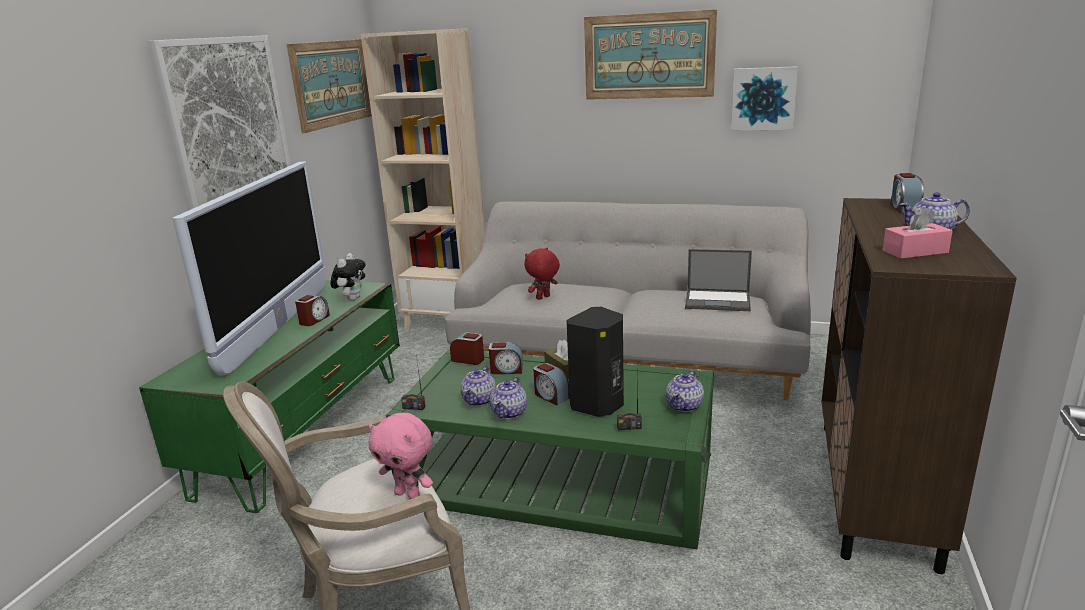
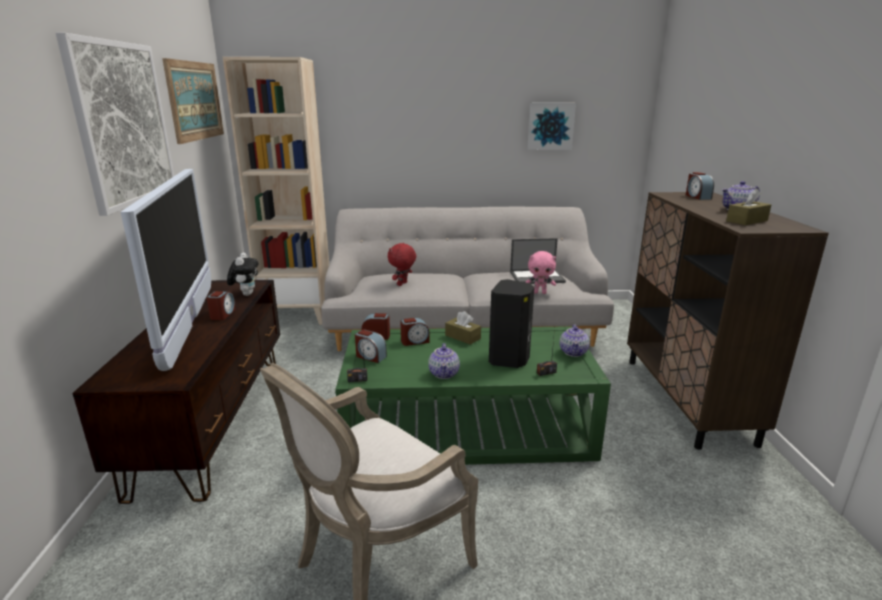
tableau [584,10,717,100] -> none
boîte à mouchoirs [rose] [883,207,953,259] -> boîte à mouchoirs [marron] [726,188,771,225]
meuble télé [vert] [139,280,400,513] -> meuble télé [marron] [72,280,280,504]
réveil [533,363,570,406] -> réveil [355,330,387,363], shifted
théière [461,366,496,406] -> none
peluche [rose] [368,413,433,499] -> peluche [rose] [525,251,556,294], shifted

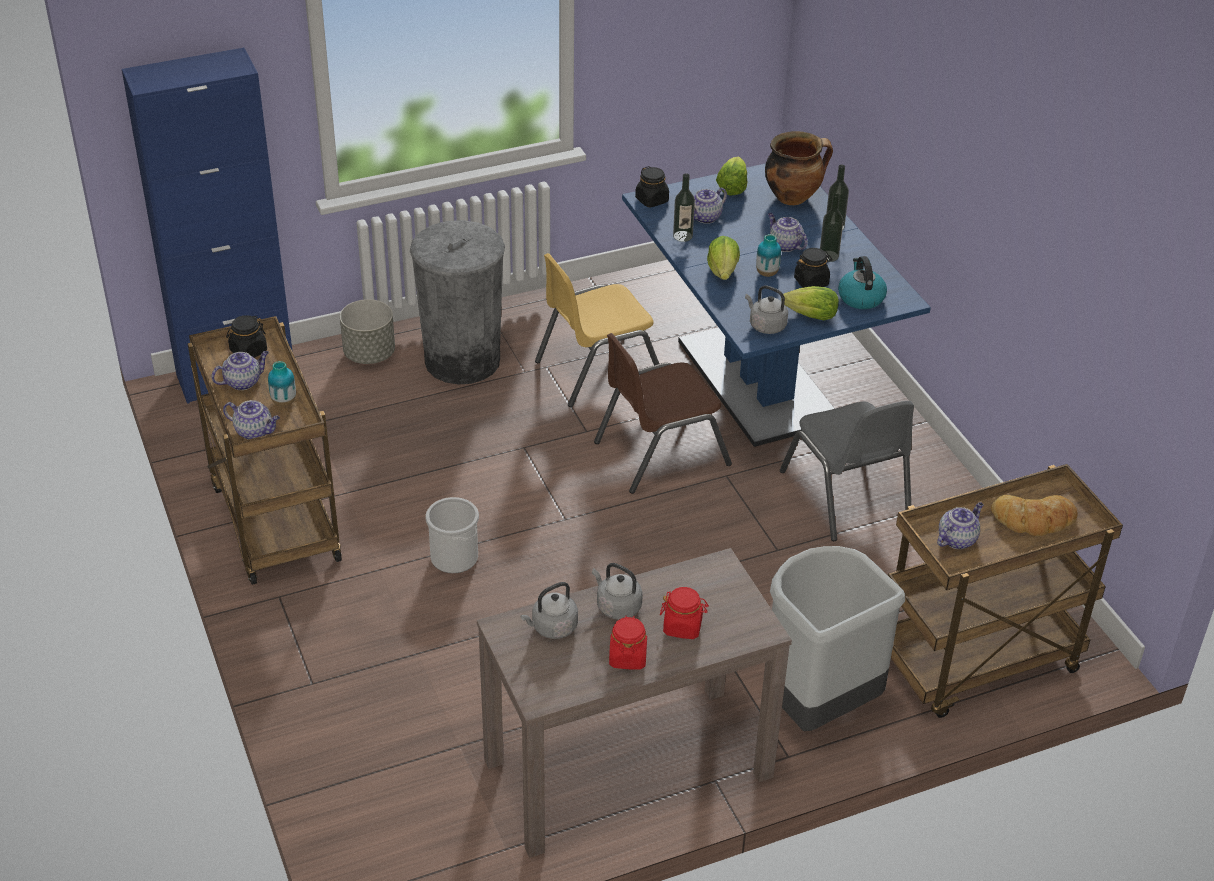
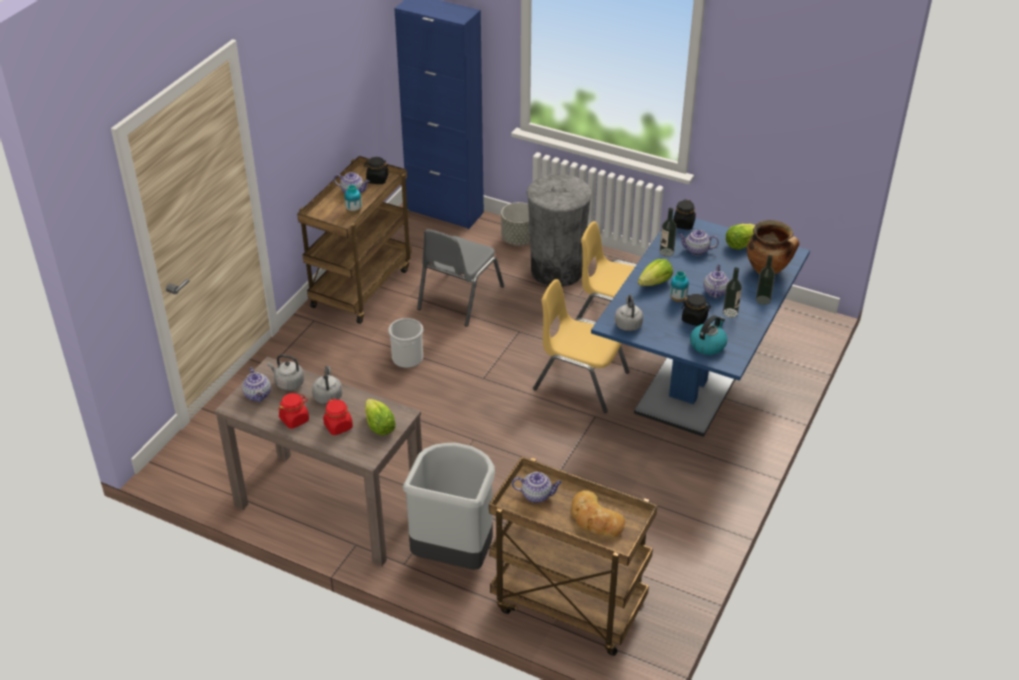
laitue [781,286,839,320] -> laitue [365,399,396,436], shifted
chaise [marron] [594,333,732,494] -> chaise [jaune] [533,279,629,413]
théière [223,400,280,439] -> théière [242,367,271,402], shifted
chaise [gris] [780,401,914,541] -> chaise [gris] [417,229,504,327], shifted

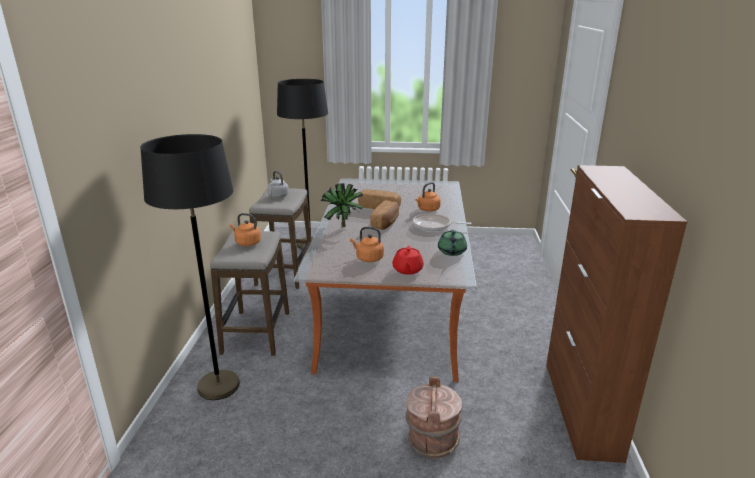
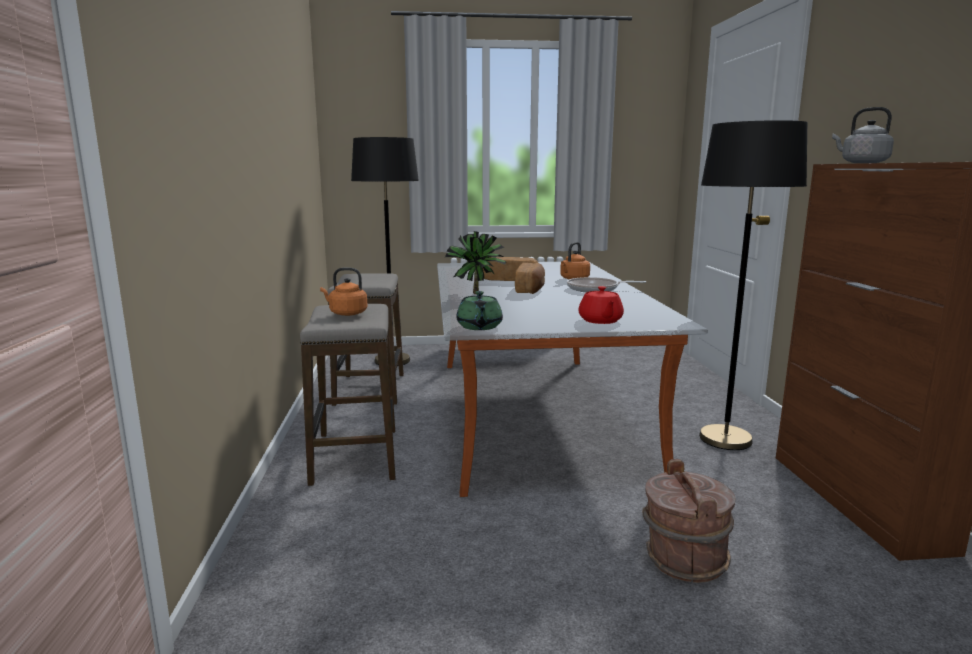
lampadaire [noir] [140,134,240,400] -> lampadaire [noir] [699,120,808,450], shifted
bouilloire [gris] [267,171,289,198] -> bouilloire [gris] [832,107,894,163], shifted
bouilloire [orange] [350,227,384,262] -> none
théière [vert] [438,230,467,256] -> théière [vert] [456,291,503,330], shifted

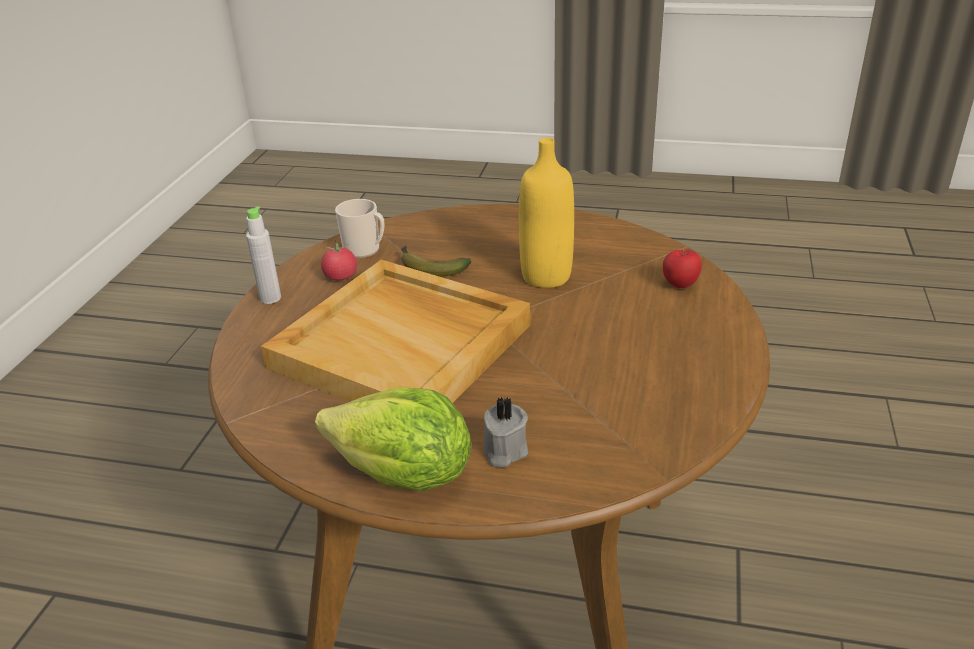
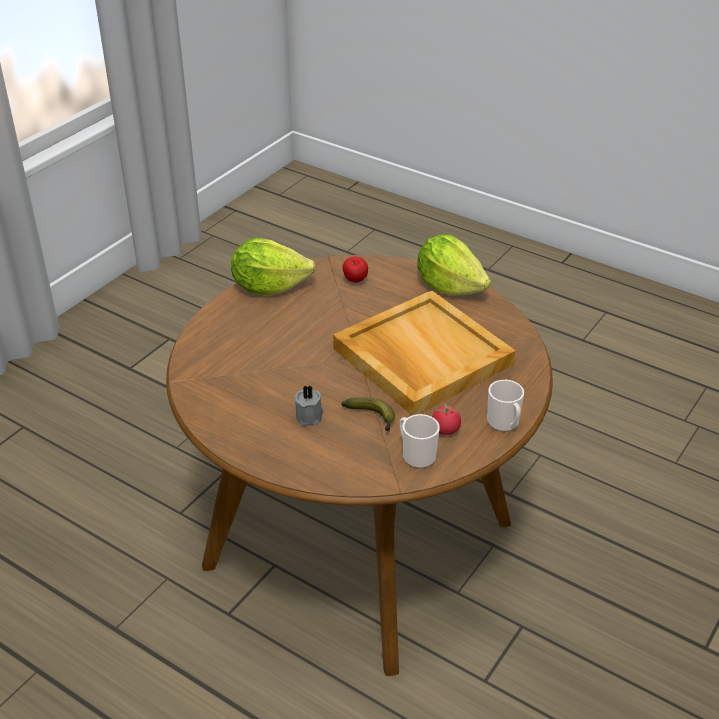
bouteille [jaune] [519,137,574,288] -> none
bouteille [gris] [246,206,281,304] -> mug [487,380,524,432]
pomme [663,249,702,288] -> pomme [342,257,368,283], shifted
bougie [gris] [483,397,528,468] -> bougie [gris] [294,385,323,426], shifted
none -> laitue [231,238,316,295]

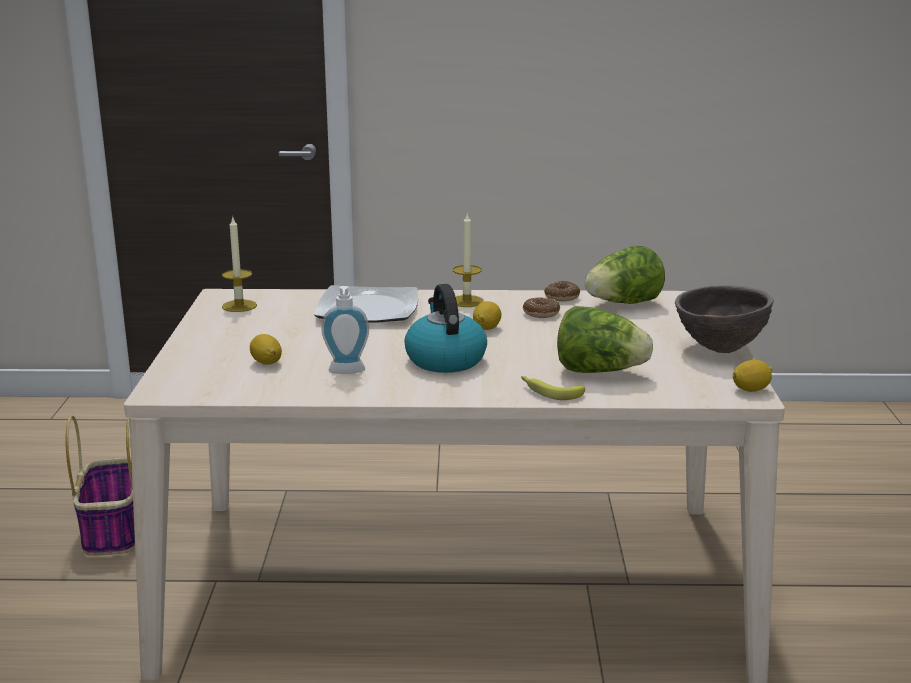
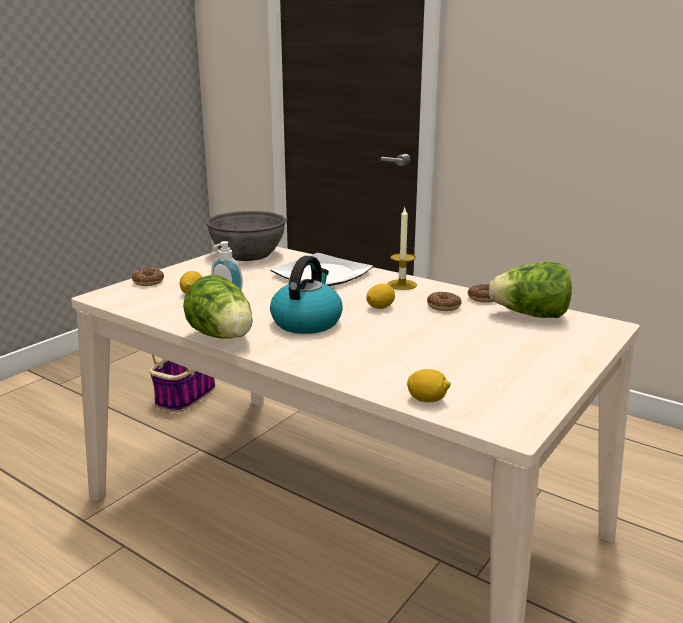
bougie [222,218,257,312] -> bol [gris] [206,211,286,261]
bol [marron] [675,285,774,353] -> none
laitue [557,306,653,373] -> laitue [183,275,253,339], shifted
citron [733,360,772,392] -> citron [407,369,451,402], shifted
banane [521,376,585,400] -> none
none -> beignet [132,268,164,286]

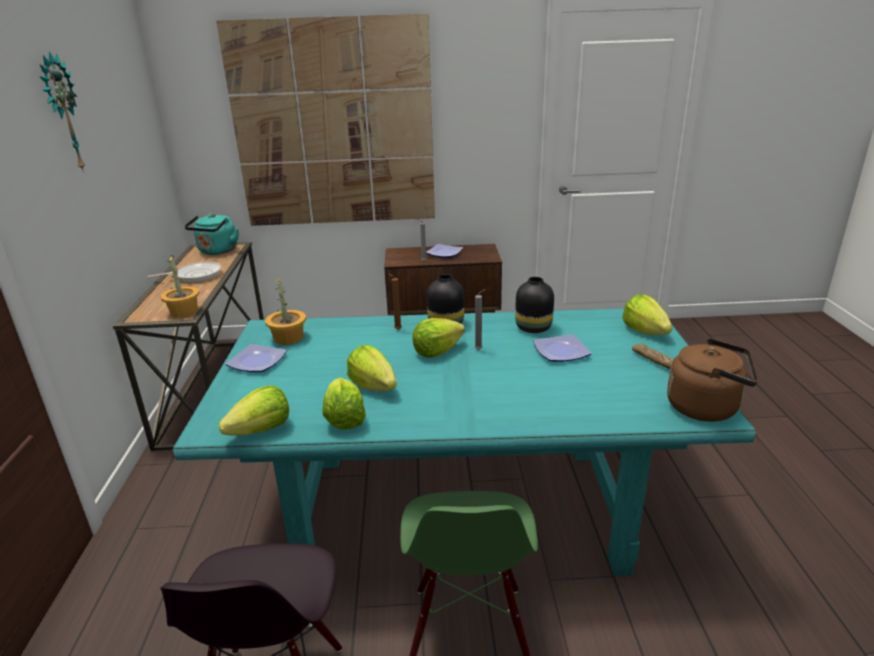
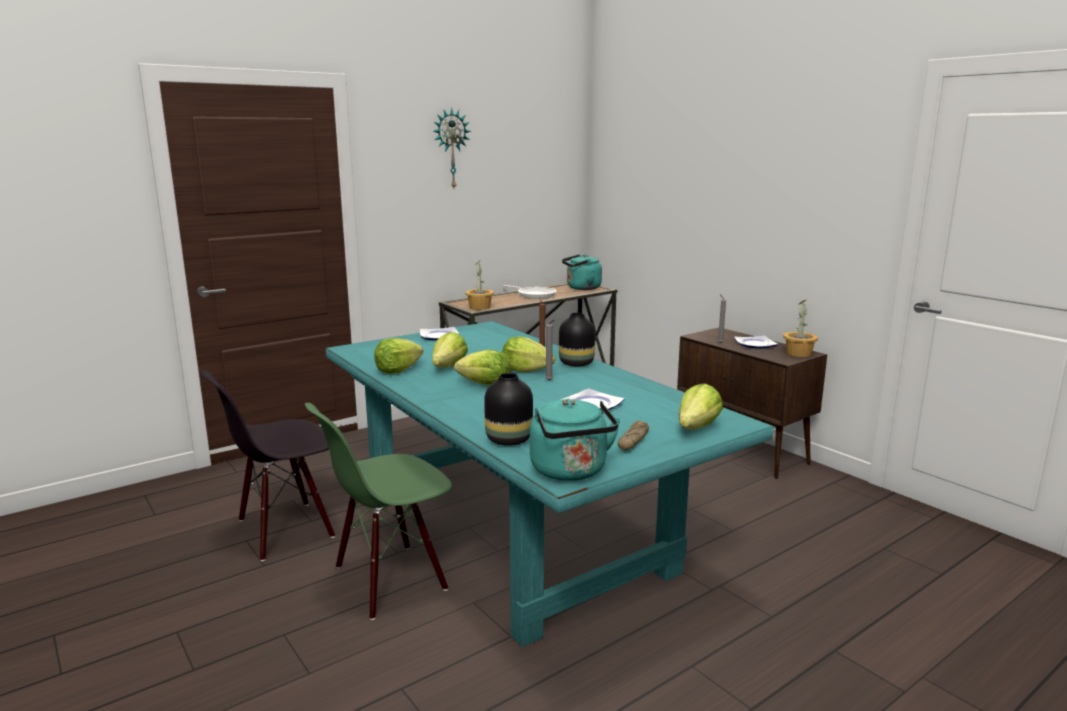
tableau [216,14,435,226] -> none
plante en pot [265,277,306,345] -> plante en pot [783,300,818,357], shifted
vase [noir] [515,277,554,333] -> vase [noir] [484,373,533,446], shifted
bouilloire [marron] [667,338,758,422] -> bouilloire [turquoise] [530,399,621,481]
laitue [219,385,289,435] -> laitue [454,350,511,385], shifted

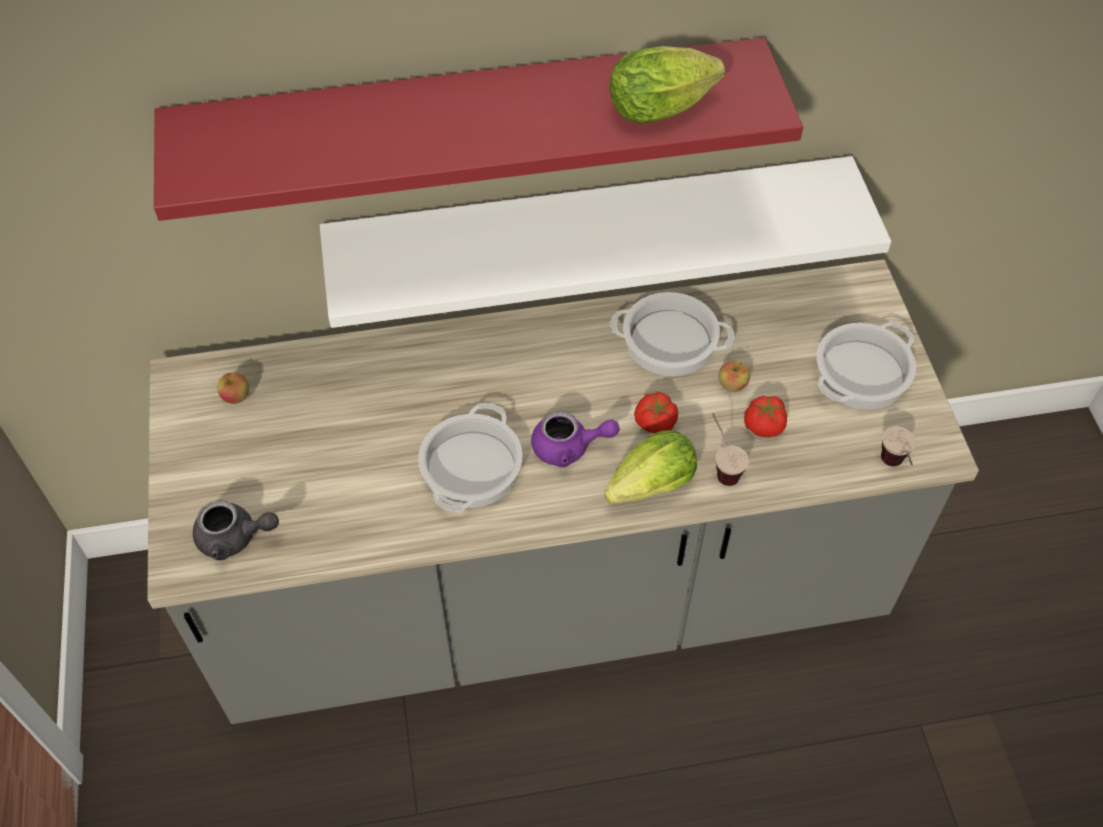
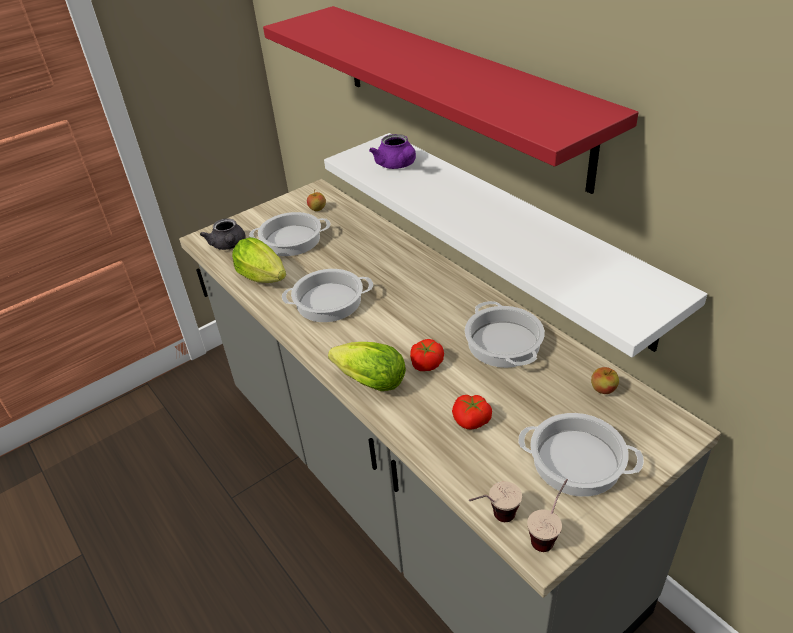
laitue [609,46,725,124] -> laitue [232,237,286,283], shifted
pomme [718,361,750,392] -> pomme [591,367,619,394], shifted
théière [violet] [531,411,620,467] -> théière [violet] [369,134,416,169], shifted
tasse [712,413,749,486] -> tasse [527,479,568,552], shifted
none -> marmite [249,212,330,256]

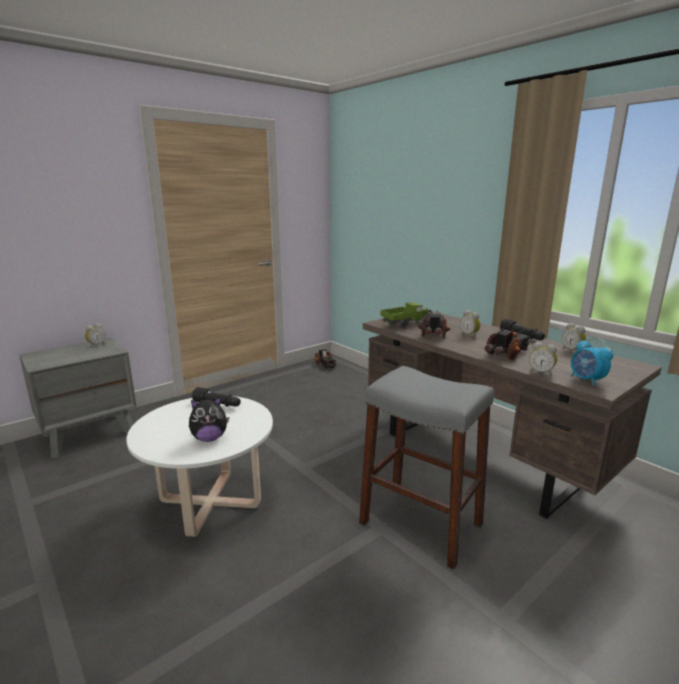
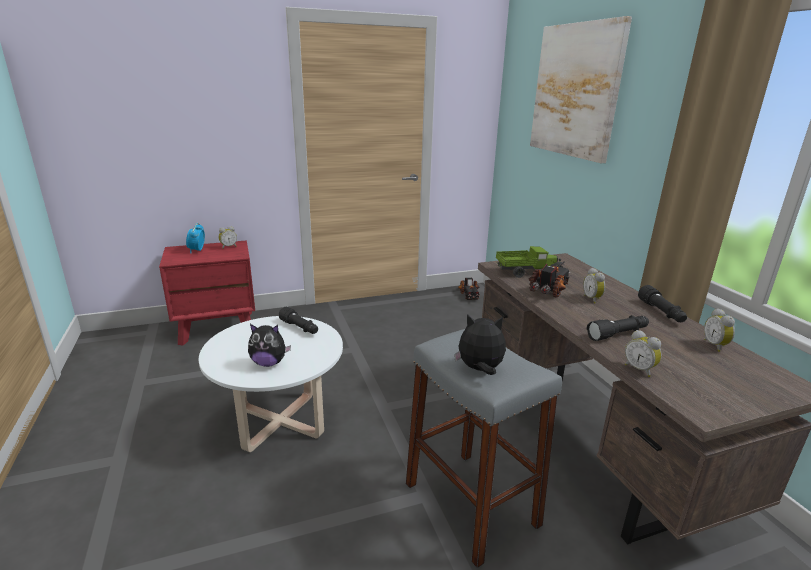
camion jouet [484,328,531,360] -> lampe de poche [noir] [587,315,649,341]
table de chevet [gris] [19,338,137,458] -> table de chevet [rouge] [159,240,255,345]
réveil [571,338,613,386] -> réveil [186,223,205,254], shifted
none -> tableau [530,16,632,163]
none -> peluche [454,314,506,375]

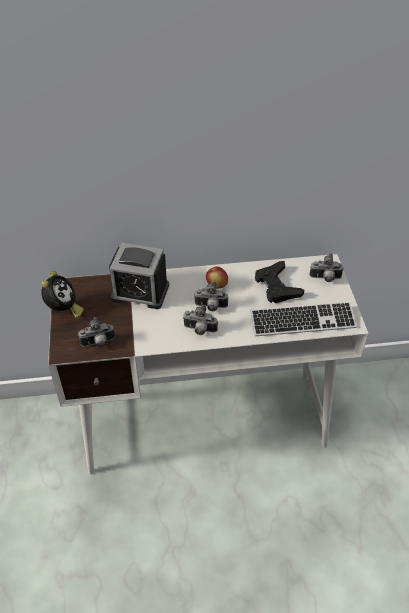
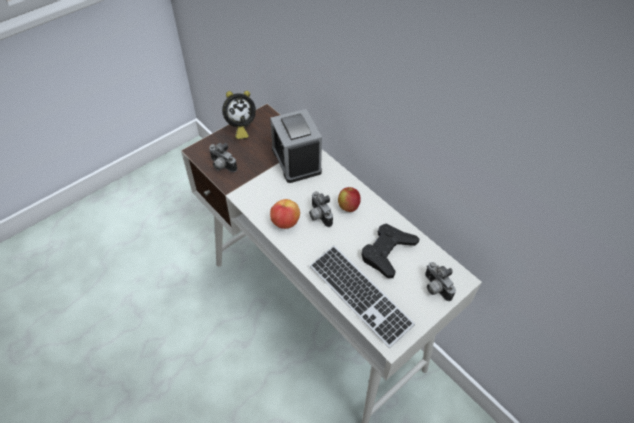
appareil photo [183,305,218,335] -> pomme [270,199,300,229]

